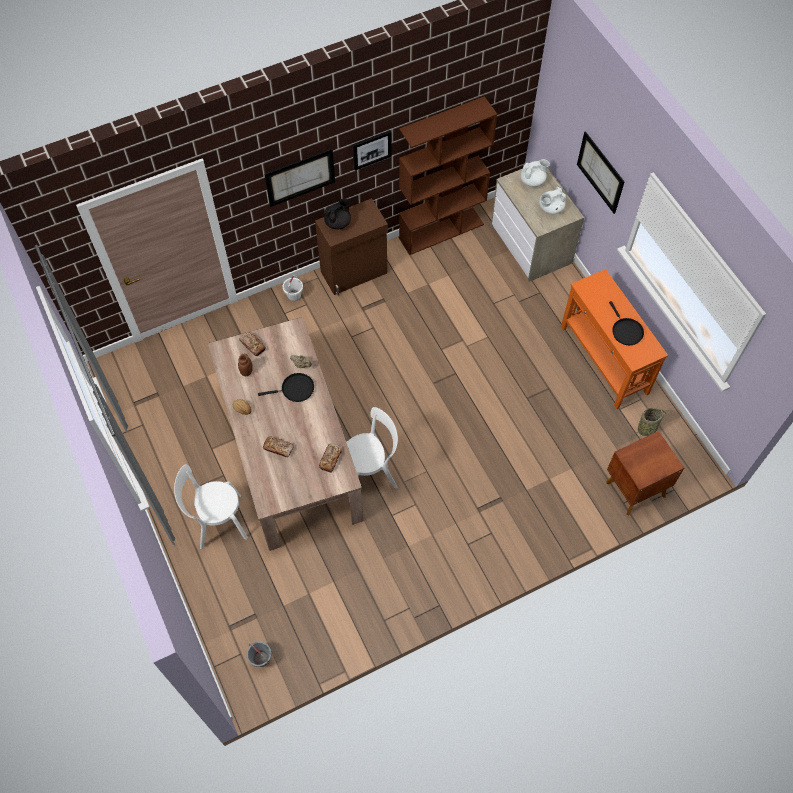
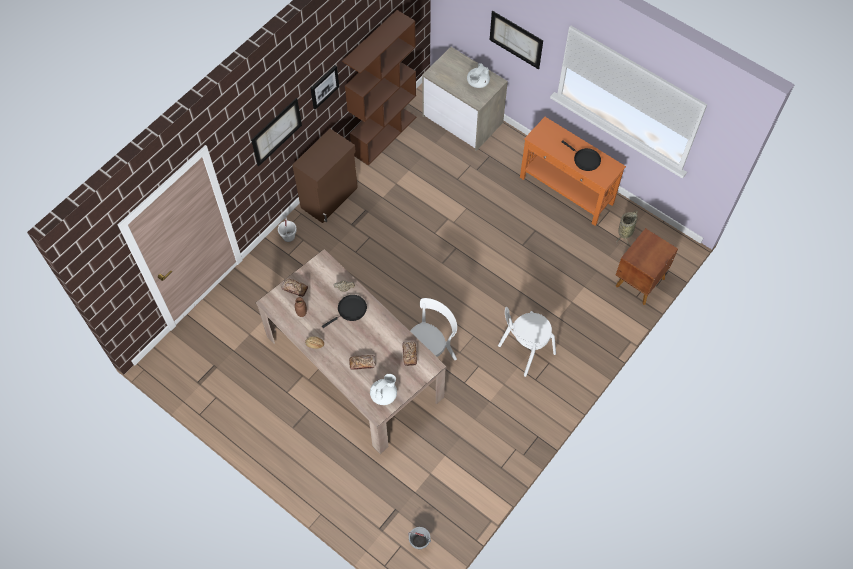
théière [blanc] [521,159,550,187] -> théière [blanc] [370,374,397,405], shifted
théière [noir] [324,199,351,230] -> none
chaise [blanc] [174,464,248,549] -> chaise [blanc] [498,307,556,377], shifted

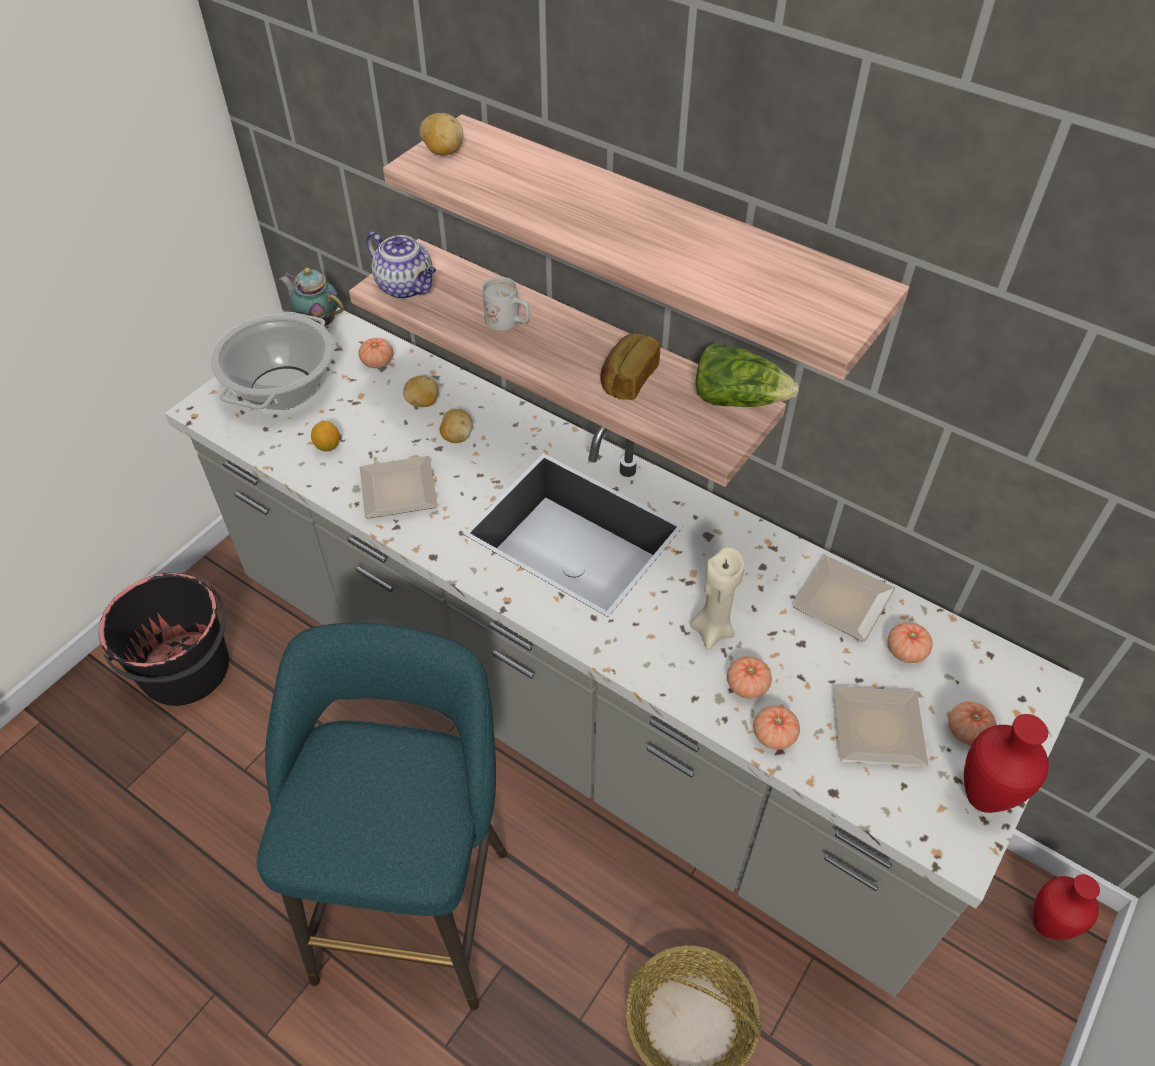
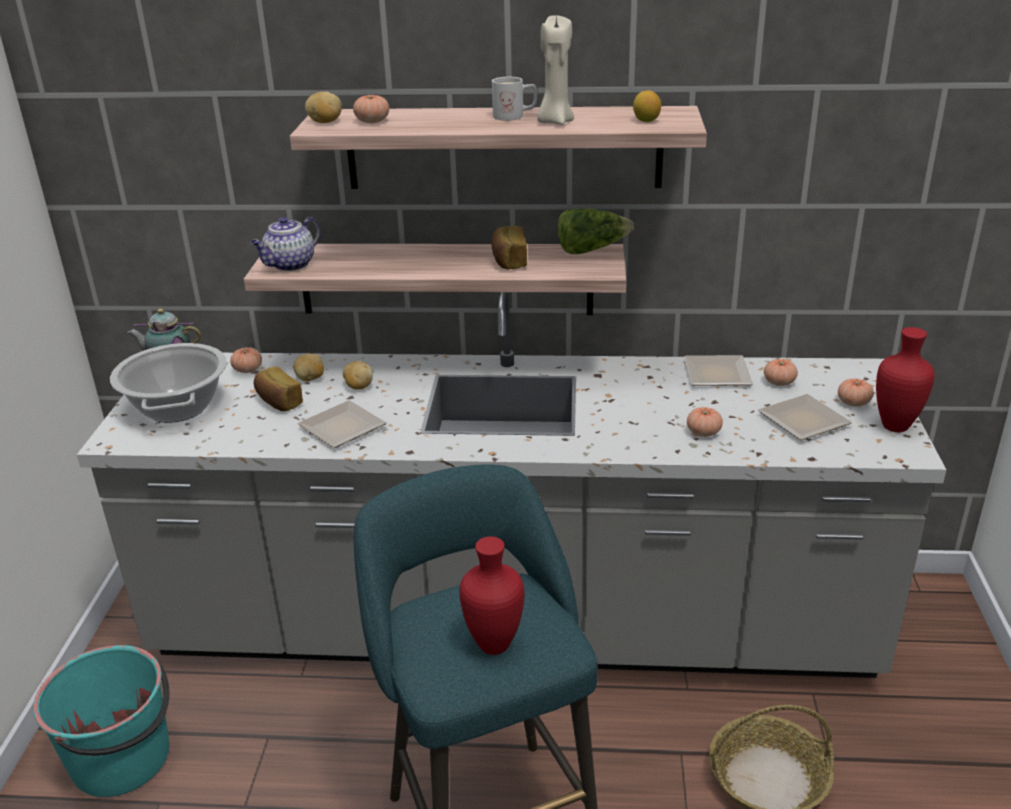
théière [366,232,436,299] -> théière [250,217,321,271], 120 degrees clockwise
mug [blanc] [482,277,530,331] -> mug [blanc] [492,77,538,121], shifted
citron [311,421,340,451] -> citron [633,90,661,122], shifted
bougie [beige] [690,547,745,650] -> bougie [beige] [537,15,574,125], shifted
seau [noir] [99,573,229,706] -> seau [turquoise] [33,645,170,797]
tomate [753,705,800,750] -> tomate [353,94,389,123], shifted
vase [rouge] [1033,874,1100,940] -> vase [rouge] [460,536,524,655], shifted
none -> pain [254,367,303,411]

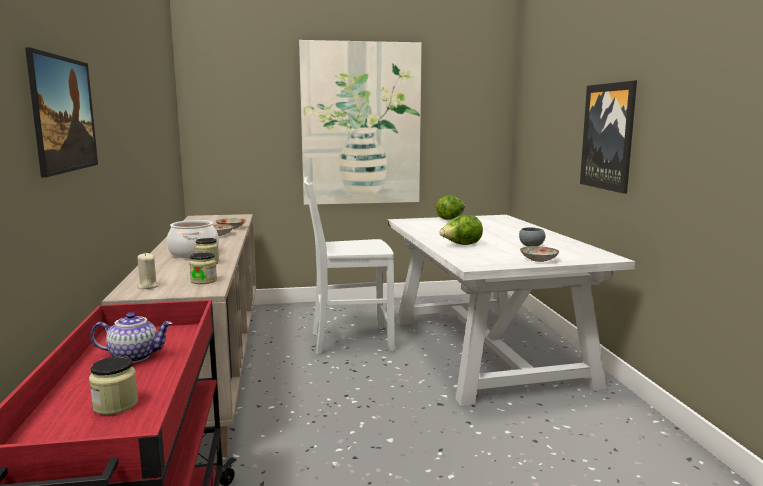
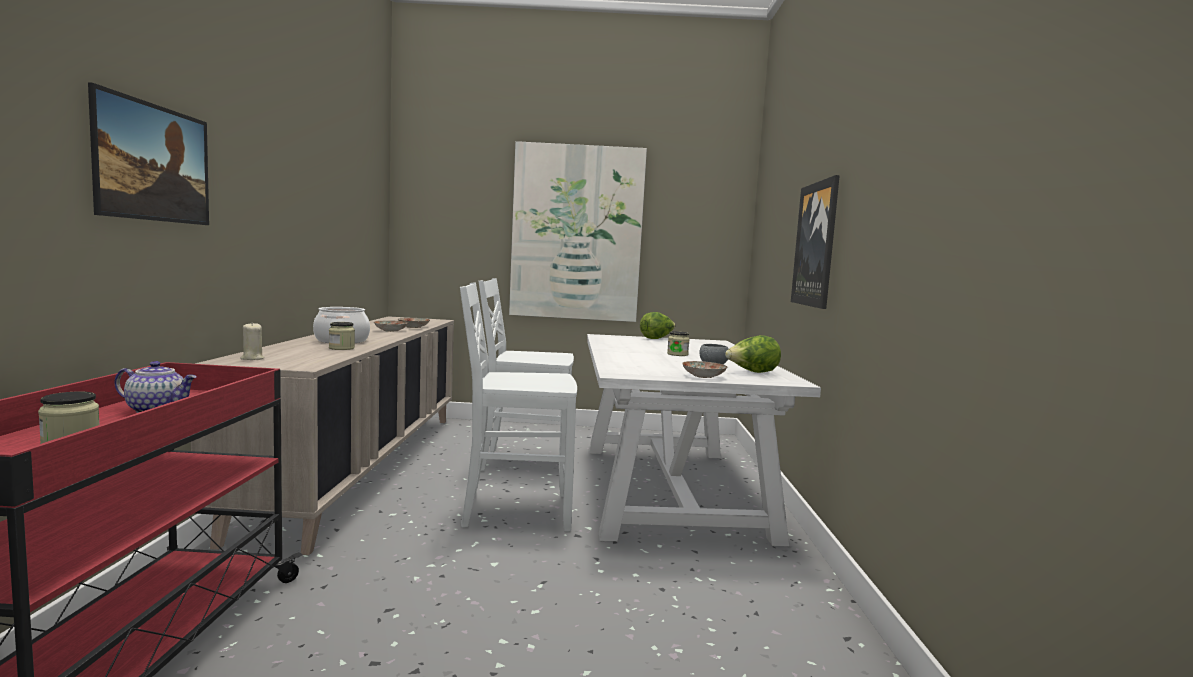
laitue [439,215,483,245] -> laitue [725,335,781,373], shifted
bocal [190,252,217,284] -> bocal [667,331,690,356], shifted
none -> chaise [blanc] [460,282,577,532]

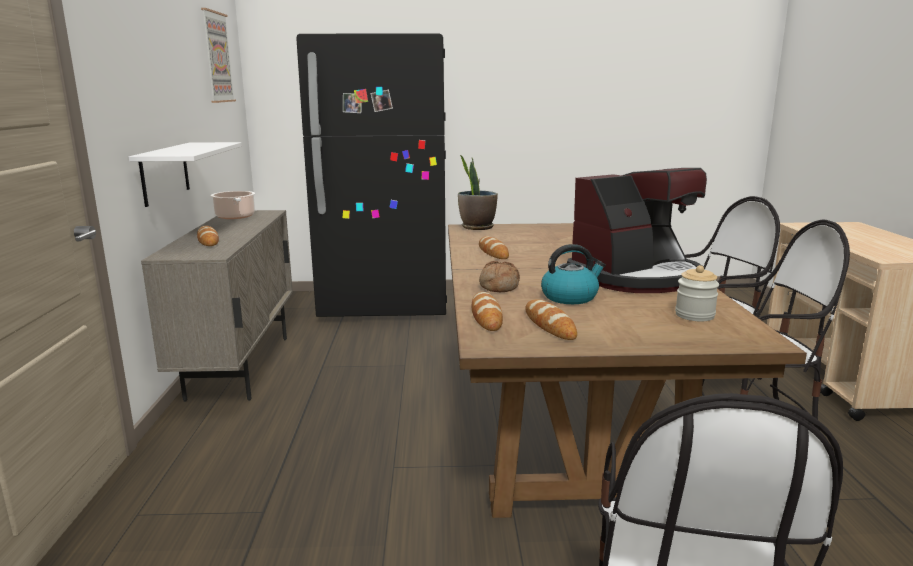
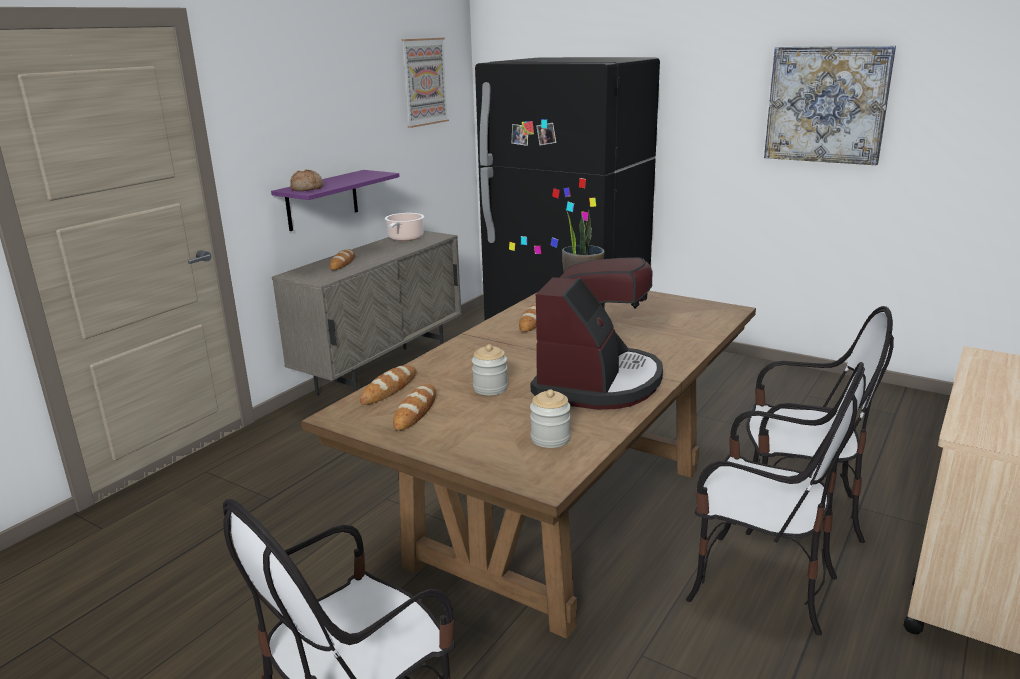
étagère [blanc] [129,142,241,207] -> étagère [violet] [271,170,399,231]
machine à café [567,168,707,293] -> machine à café [531,257,663,410], 75 degrees counterclockwise
bouilloire [541,244,606,304] -> bocal [472,344,508,395]
pain [479,261,520,292] -> pain [290,170,324,191], shifted
none -> tableau [764,46,896,165]

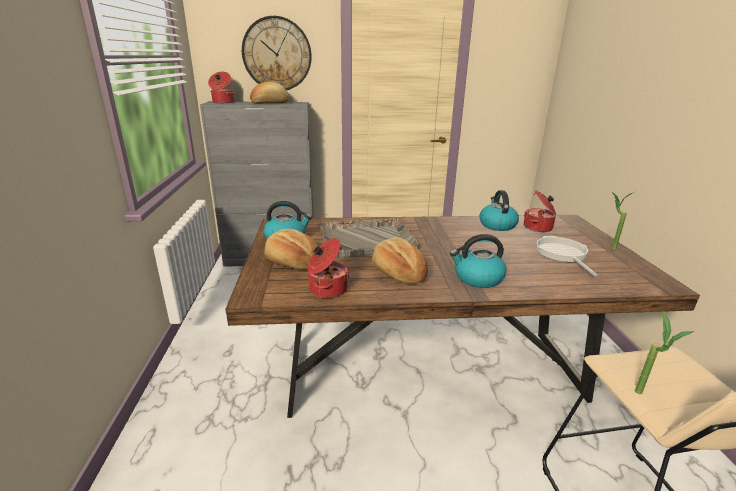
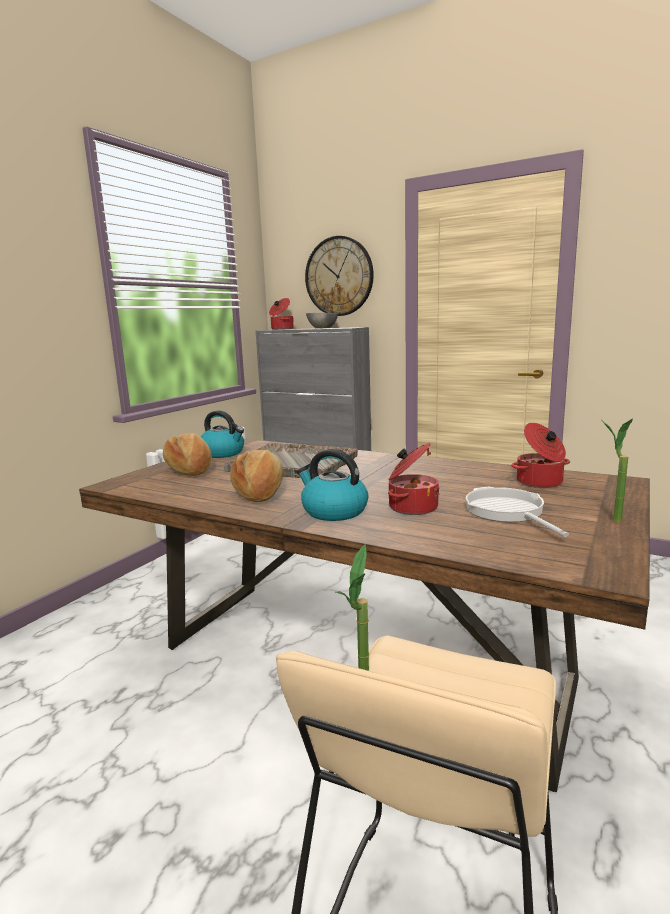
pain [250,81,289,104] -> bol [gris] [306,313,338,328]
bouilloire [479,190,519,231] -> none
poêle [537,236,598,277] -> poêle [466,487,569,537], 45 degrees counterclockwise
marmite [308,238,349,298] -> marmite [388,443,439,515], shifted

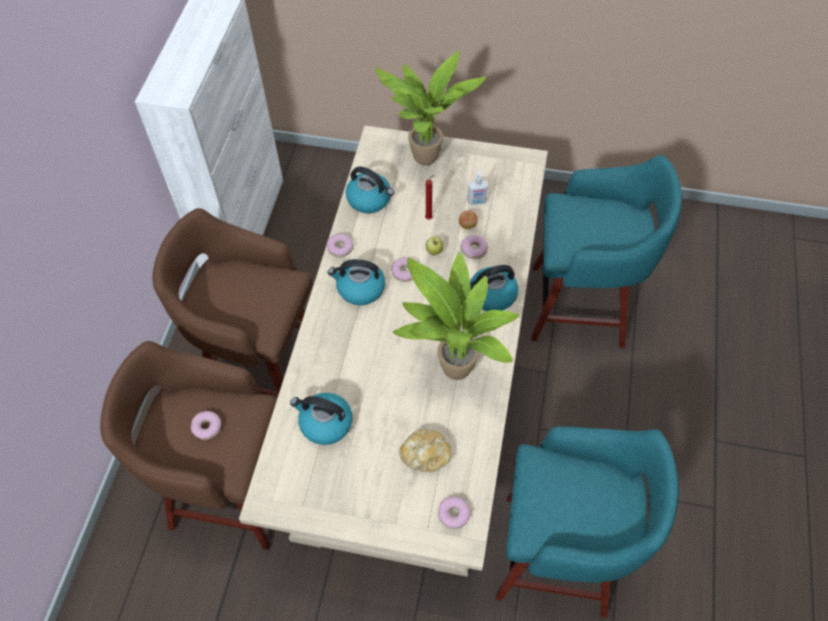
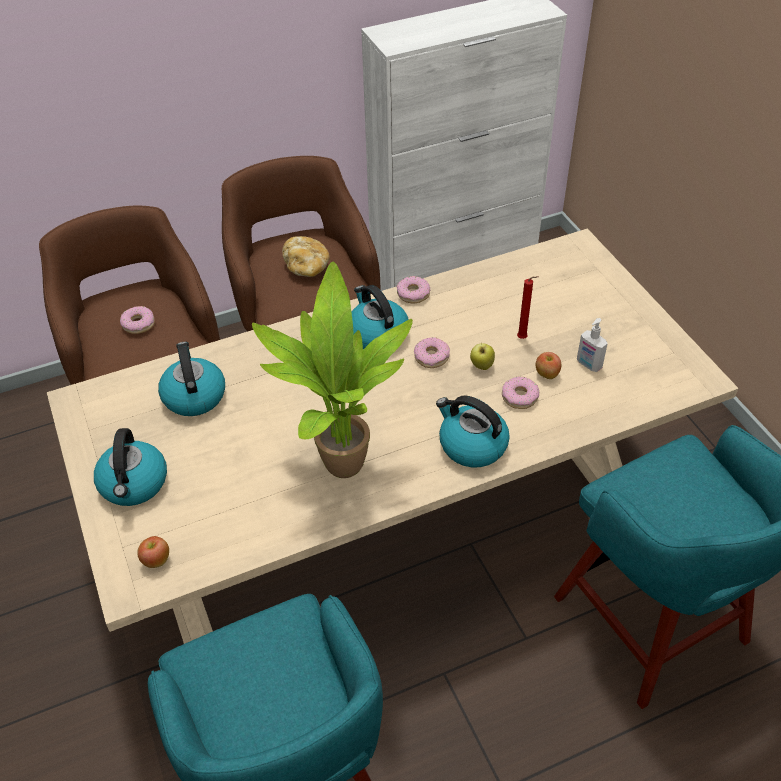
plante en pot [375,51,486,166] -> none
bouilloire [346,166,394,213] -> bouilloire [94,428,167,506], shifted
pain [399,429,452,472] -> pain [282,236,330,277], shifted
beignet [438,496,471,529] -> pomme [137,536,169,568]

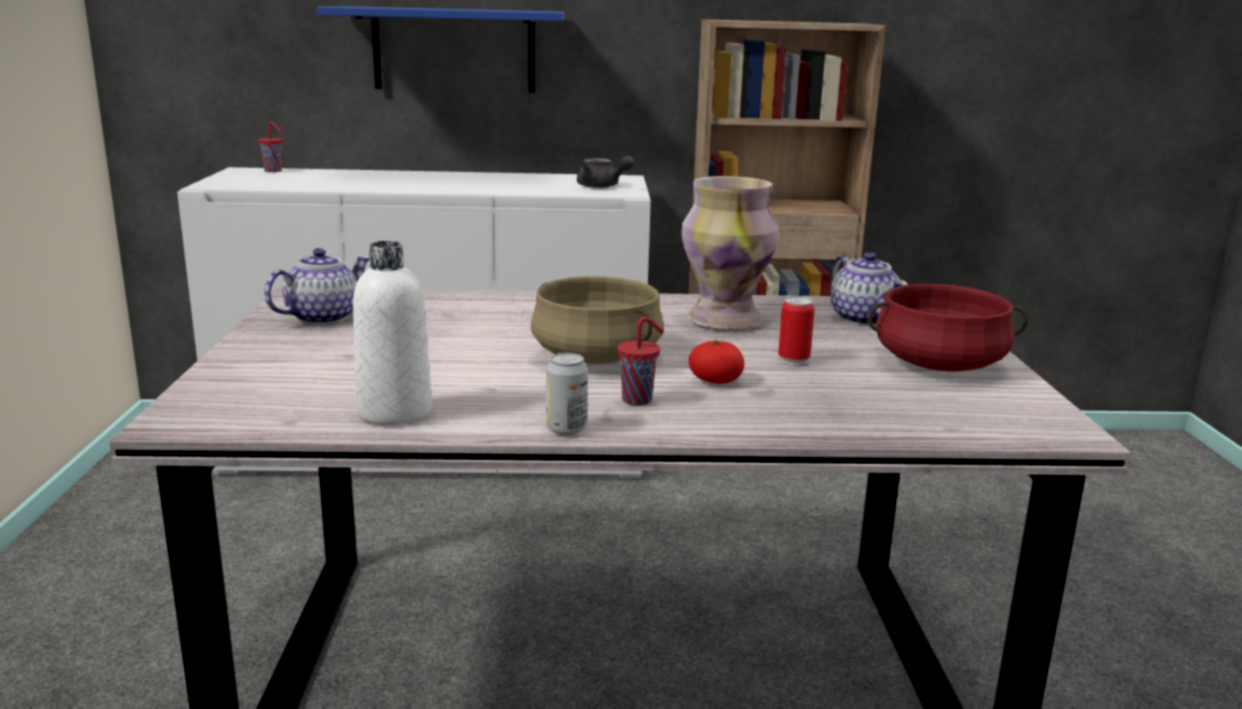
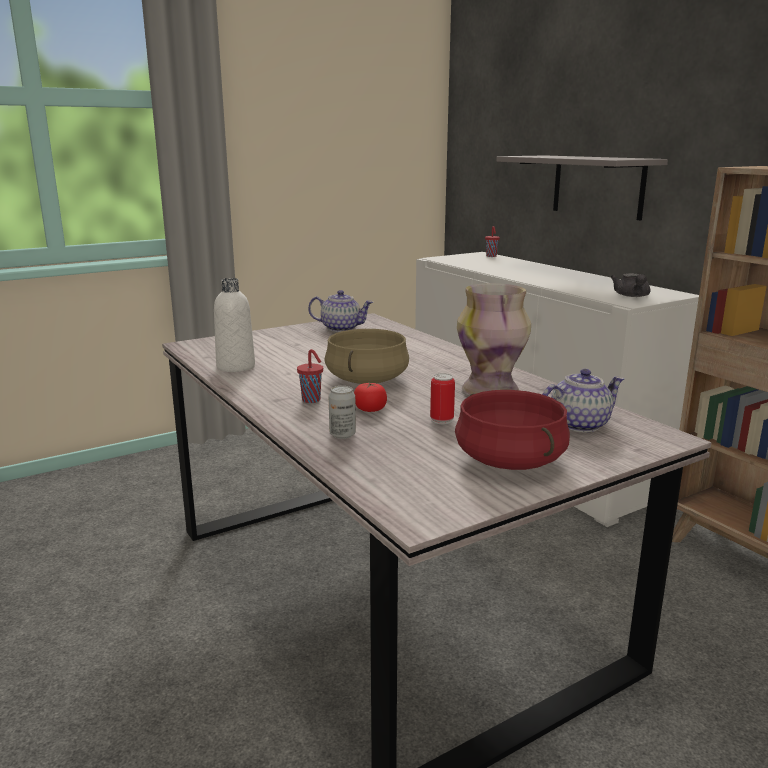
étagère [bleu] [317,6,564,93] -> étagère [gris] [496,155,668,221]
théière [831,252,908,326] -> théière [542,369,624,432], 150 degrees counterclockwise
boîte métallique [546,353,588,435] -> boîte métallique [329,386,356,439], shifted

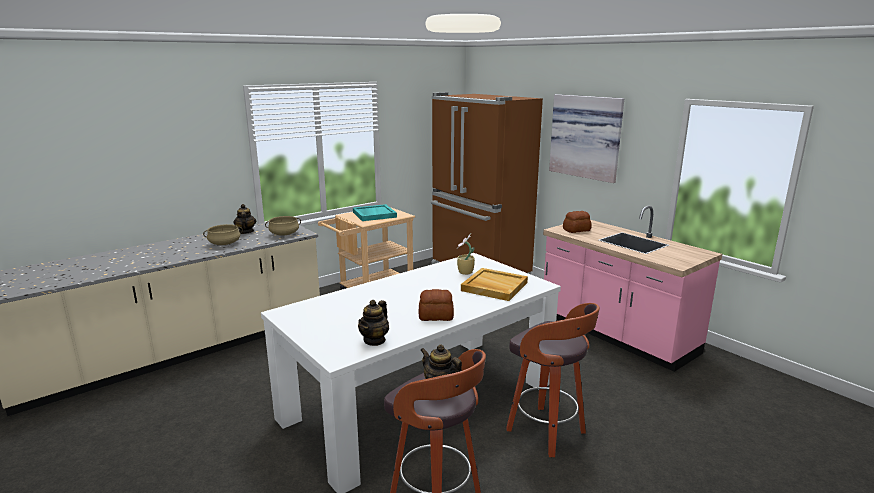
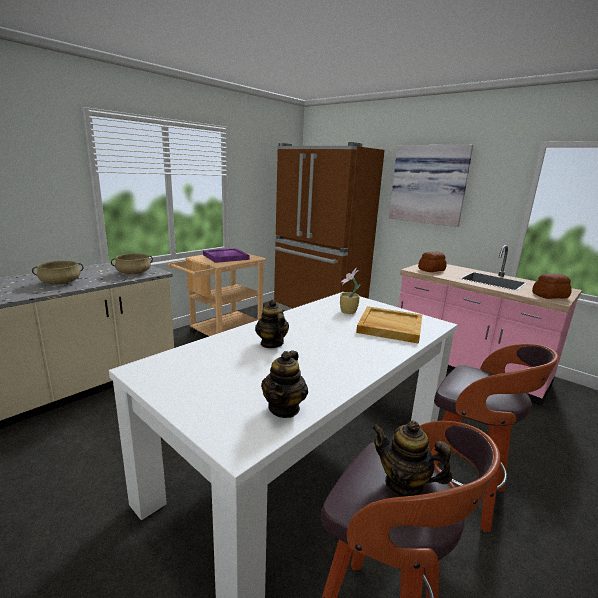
théière [233,204,256,234] -> théière [255,299,289,348], shifted
plateau [turquoise] [353,204,397,221] -> plateau [violet] [203,248,249,263]
pain [419,289,454,321] -> pain [532,274,572,299], shifted

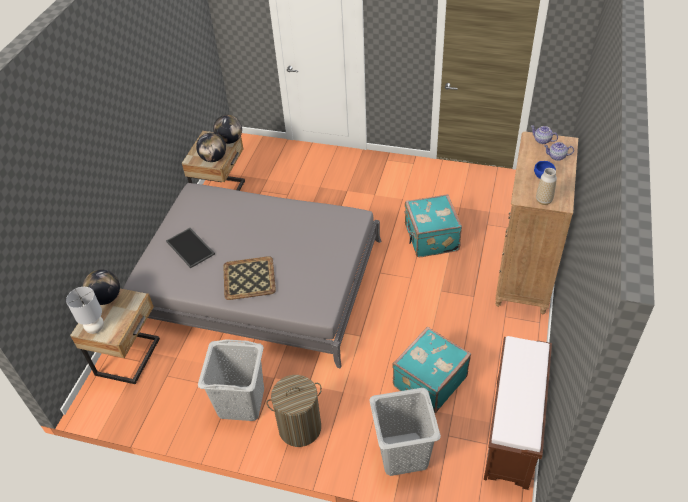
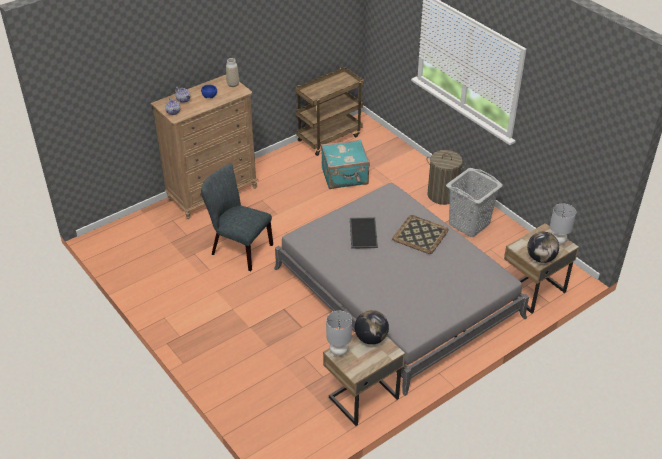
globe [213,115,242,144] -> lampe de table [gris] [326,311,352,356]
valise [turquoise] [404,194,462,257] -> chaise [gris] [201,163,273,271]
plateau [166,228,215,268] -> plateau [350,217,378,249], shifted
banc [marron] [484,336,552,490] -> chariot [marron] [295,67,364,156]
panier à linge [gris] [369,388,441,476] -> none

